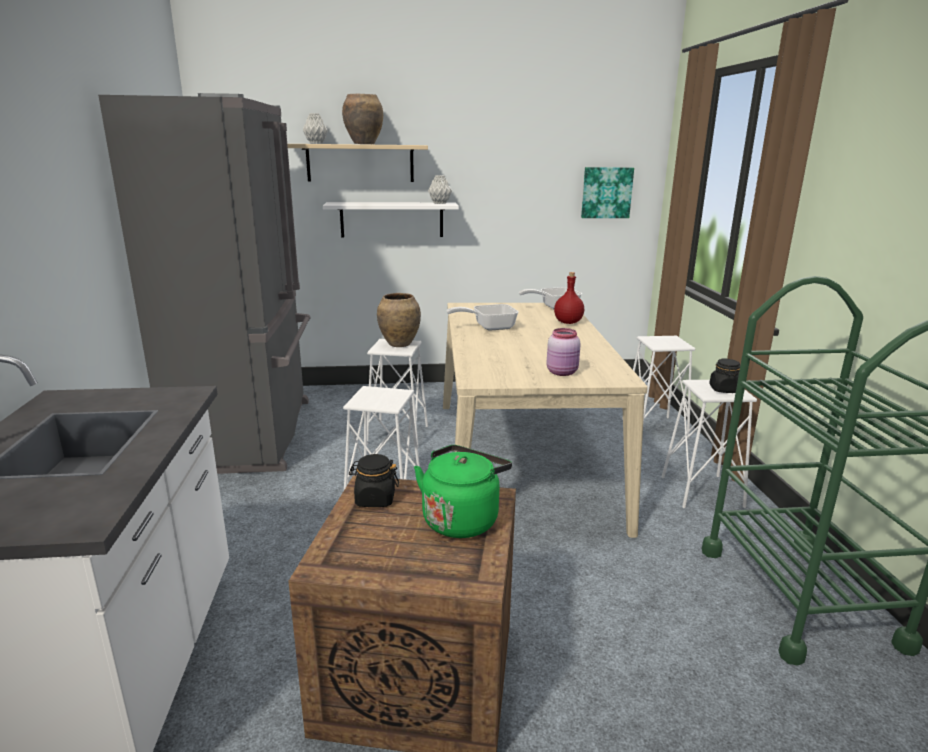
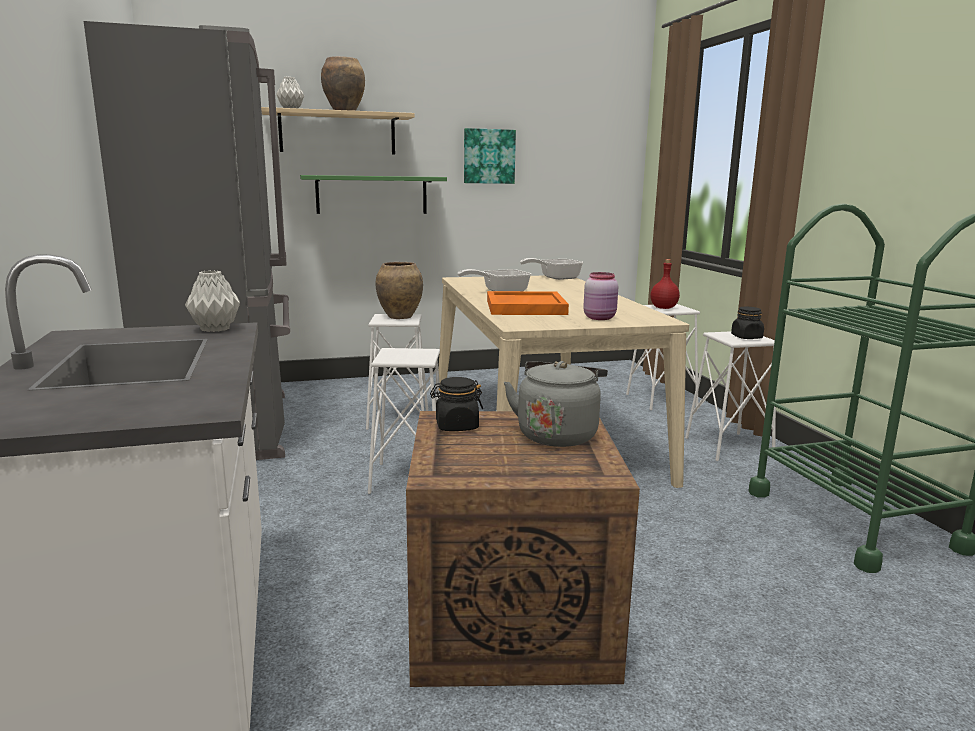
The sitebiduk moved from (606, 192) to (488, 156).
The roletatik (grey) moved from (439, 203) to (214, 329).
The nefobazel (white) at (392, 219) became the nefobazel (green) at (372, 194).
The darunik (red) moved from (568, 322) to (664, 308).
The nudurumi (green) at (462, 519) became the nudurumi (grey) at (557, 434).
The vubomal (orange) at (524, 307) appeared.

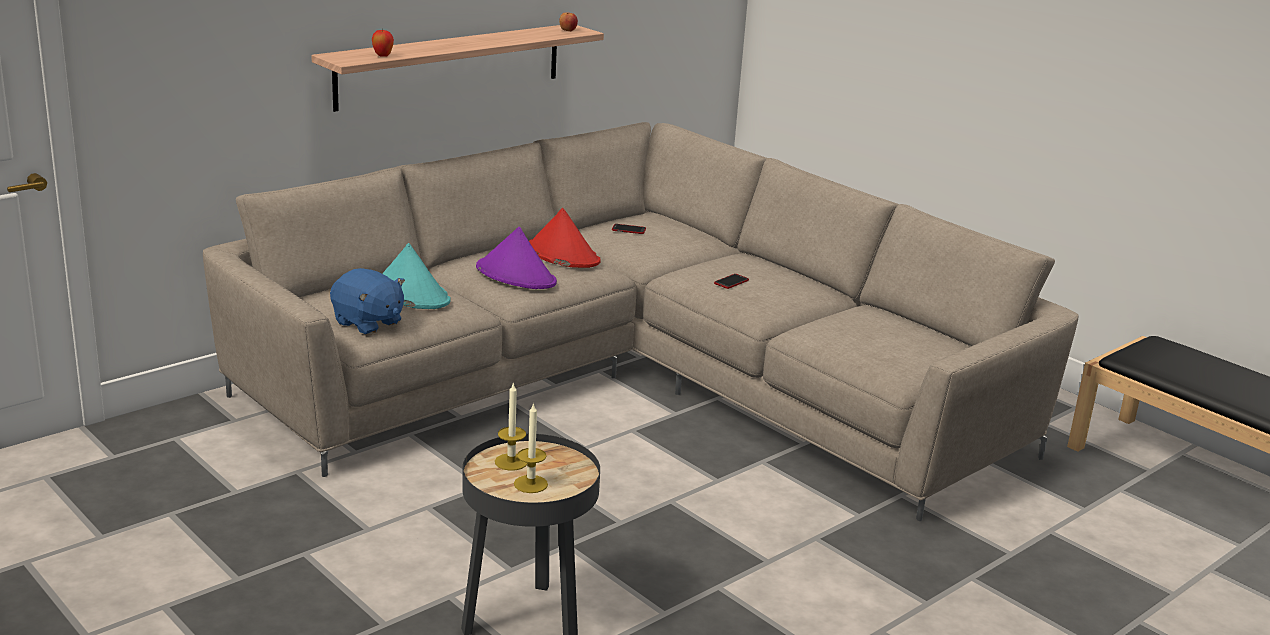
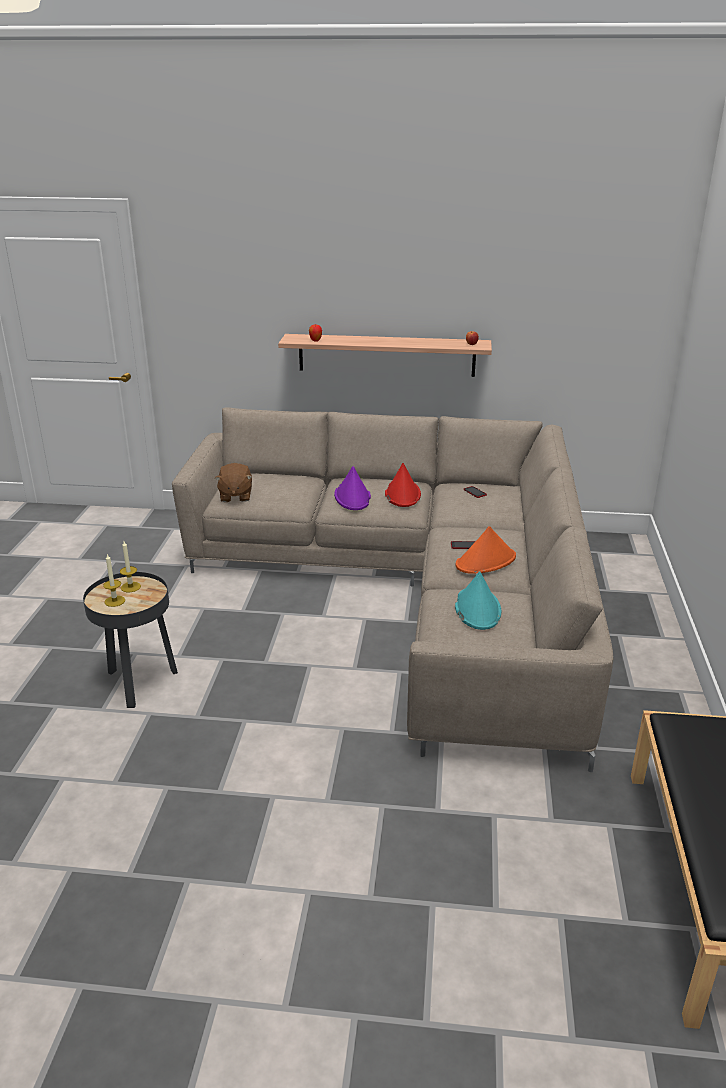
The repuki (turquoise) moved from (410, 294) to (477, 609).
The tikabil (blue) at (368, 323) became the tikabil (brown) at (235, 496).
The repuki (orange) at (486, 561) appeared.

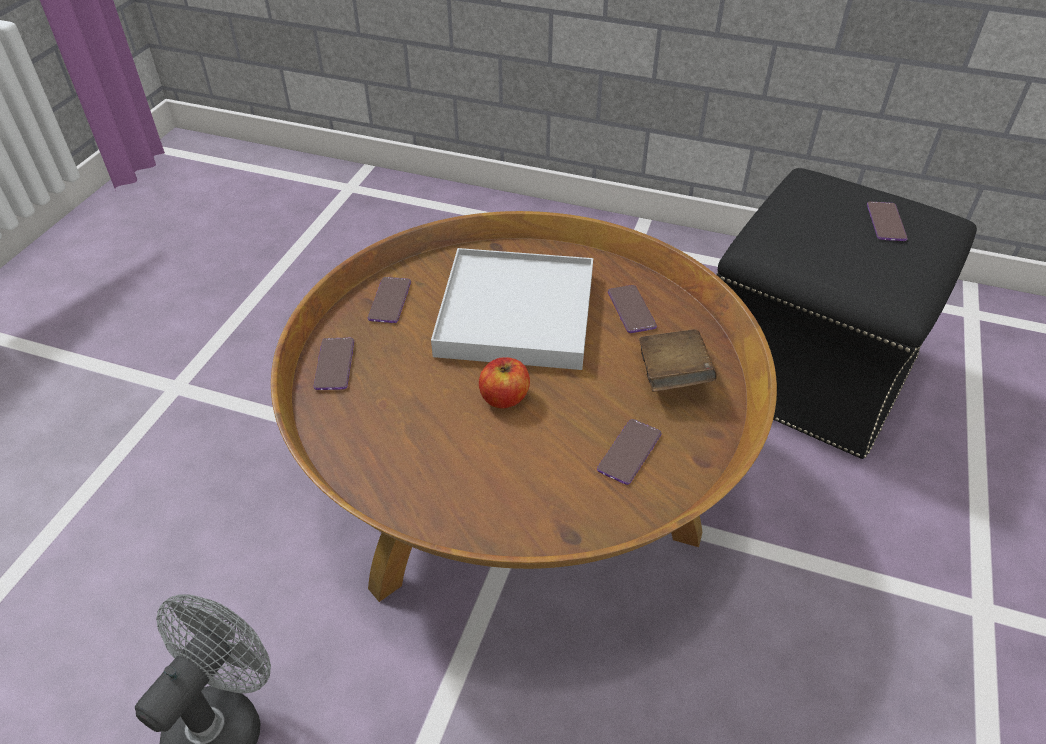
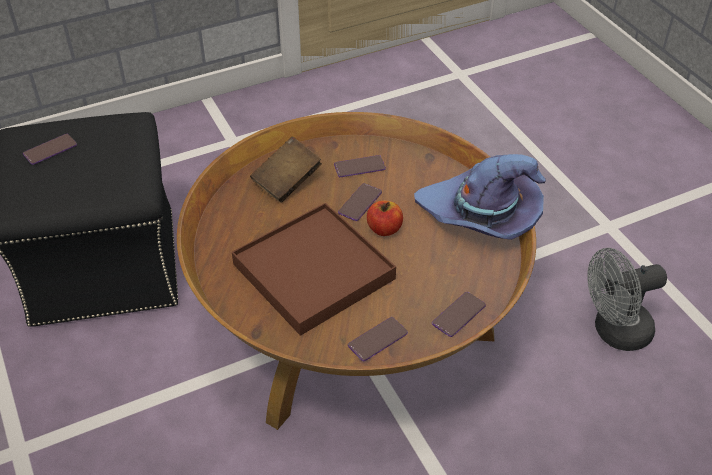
The vubomal (white) at (515, 313) became the vubomal (brown) at (313, 272).
The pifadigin moved from (631, 310) to (360, 203).
The repuki (purple) at (481, 215) appeared.

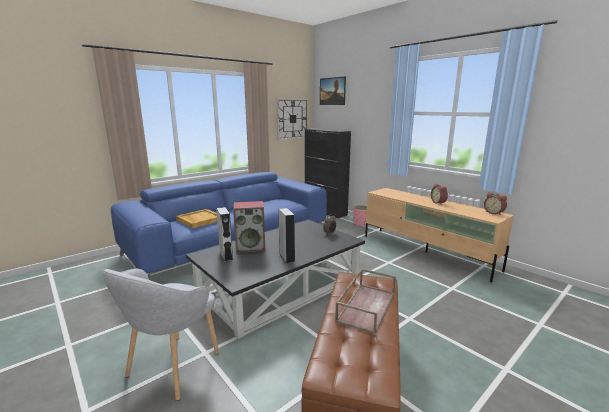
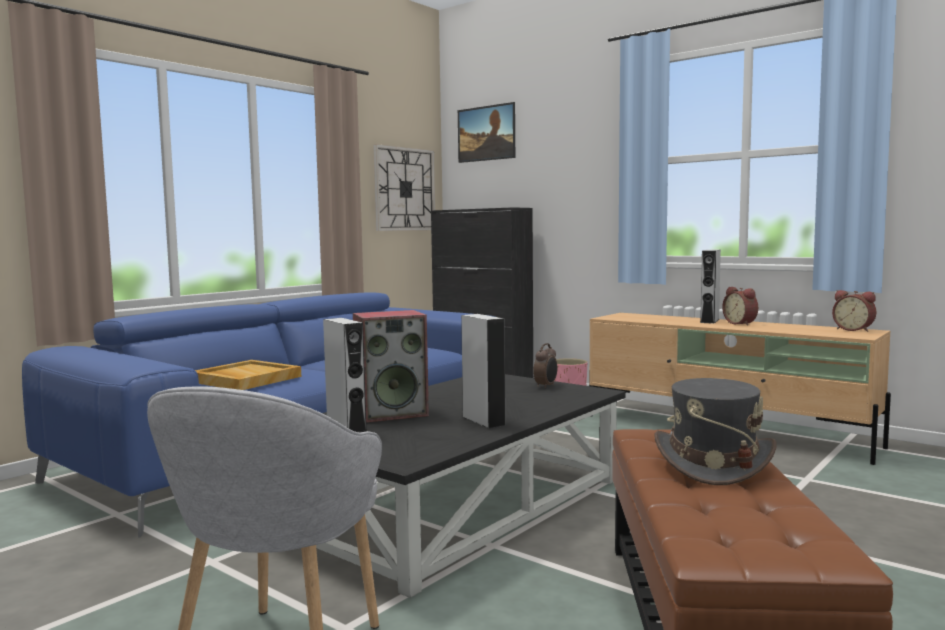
The vubomal (brown) at (366, 306) was replaced by the repuki (grey) at (712, 463).
The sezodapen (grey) at (709, 321) appeared.

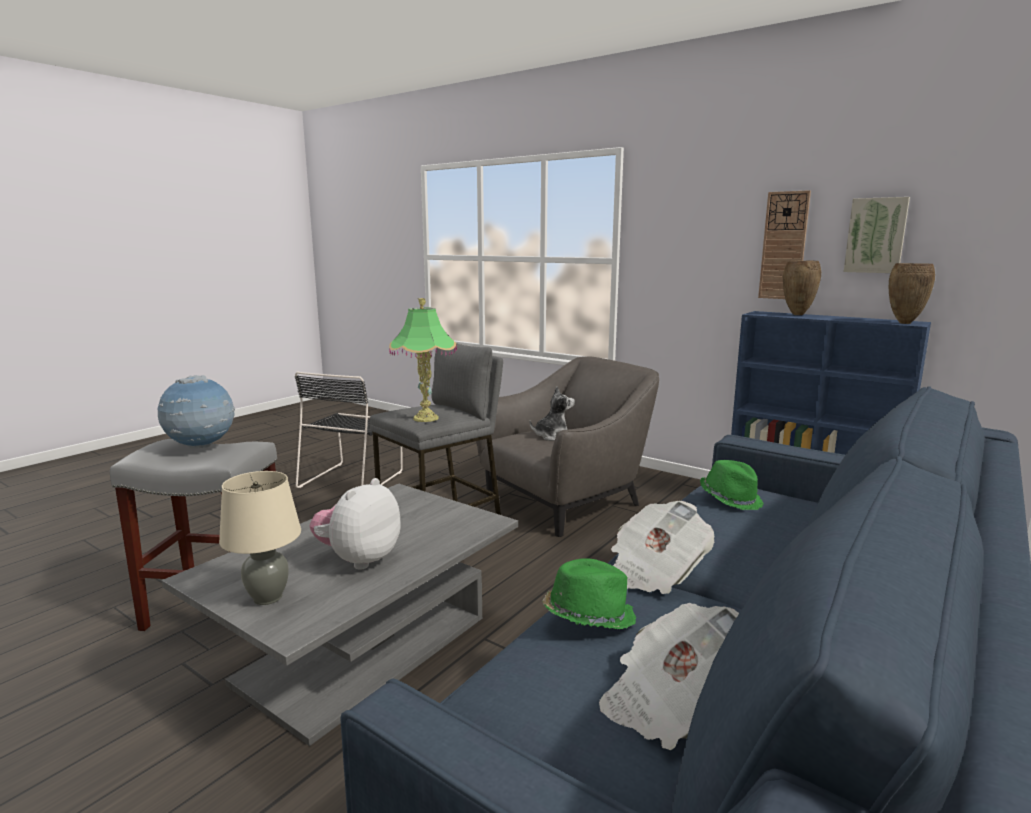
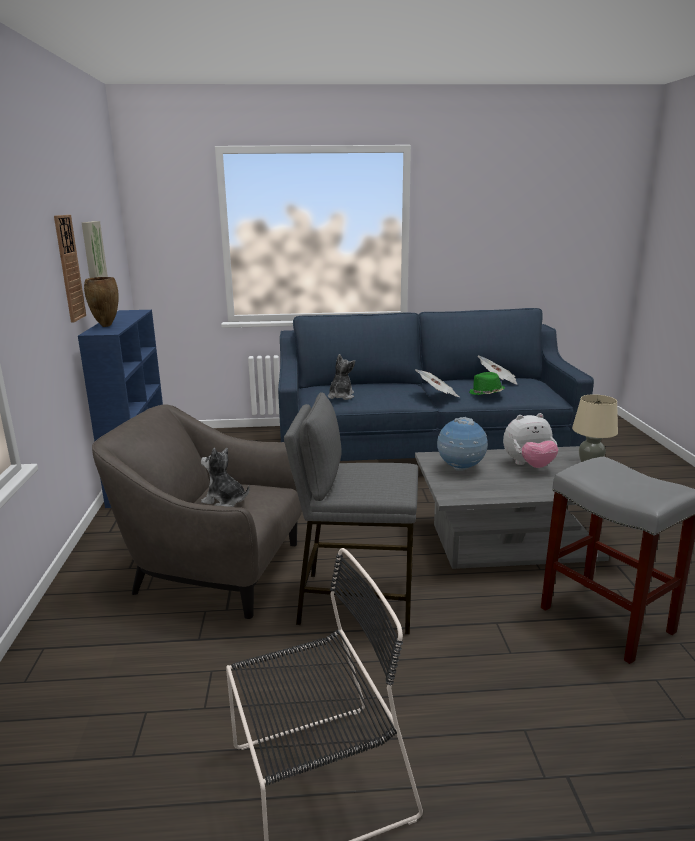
The roletatik (brown) at (904, 323) disappeared.
The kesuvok at (426, 418) disappeared.
The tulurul moved from (201, 448) to (460, 469).
The repuki (green) at (731, 499) was replaced by the tikabil at (341, 396).

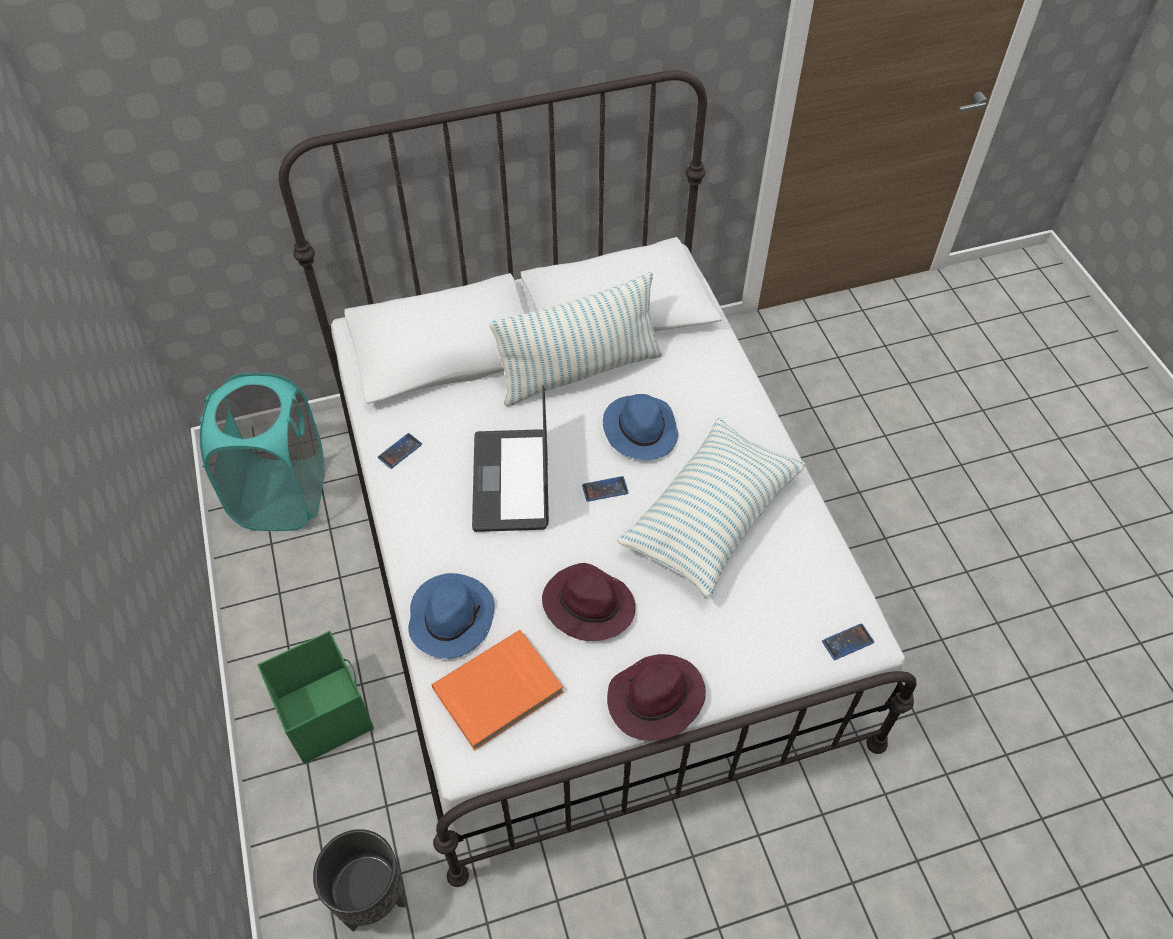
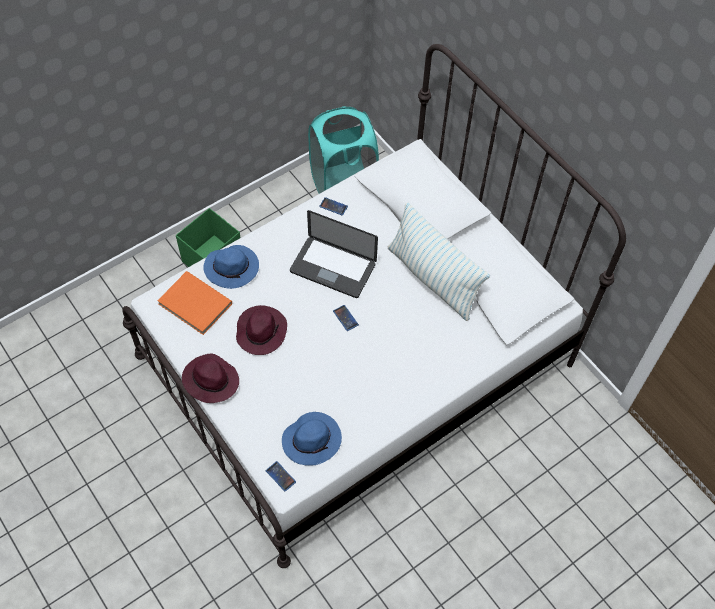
The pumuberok at (511, 481) turned 135 degrees counterclockwise.
The repuki (blue) moved from (640, 430) to (312, 440).
The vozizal at (711, 518) disappeared.
The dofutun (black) at (372, 901) disappeared.

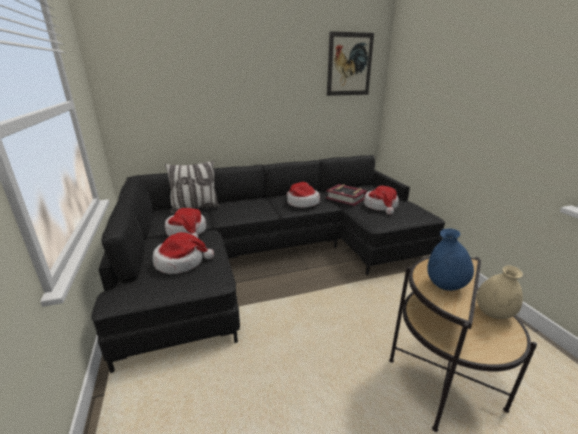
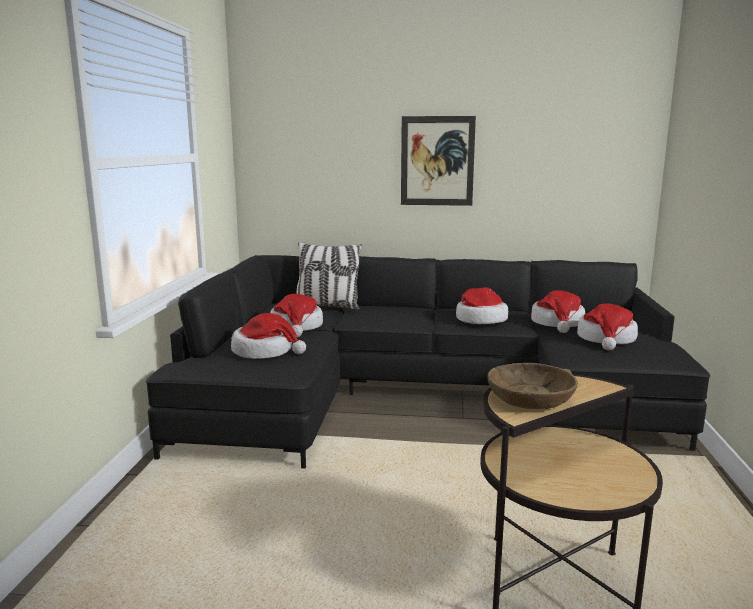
The sitebiduk moved from (349, 64) to (437, 161).
The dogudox at (346, 198) was replaced by the repuki at (557, 323).
The roletatik (blue) at (445, 286) was replaced by the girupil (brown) at (530, 398).
The roletatik (beige) at (493, 314) disappeared.

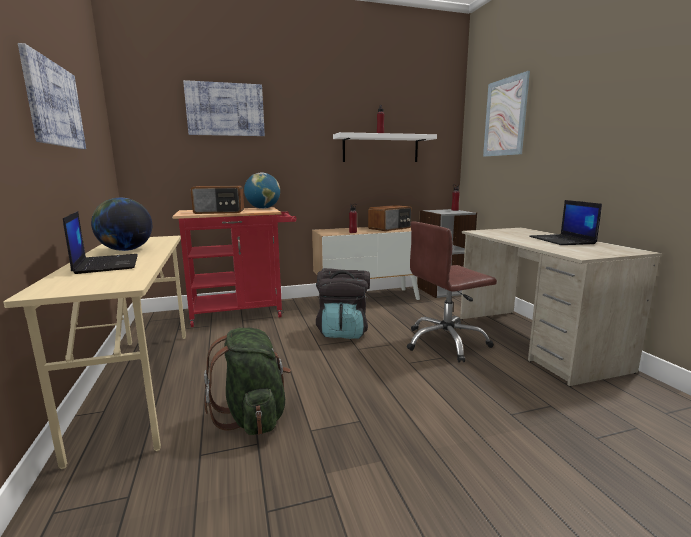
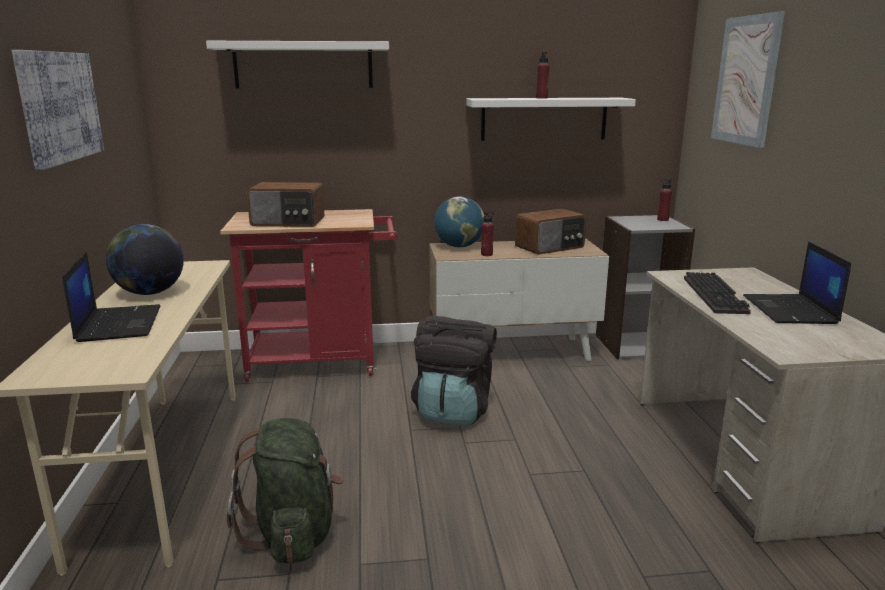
The sitebiduk at (225, 109) was replaced by the nefobazel (white) at (303, 65).
The tulurul moved from (263, 208) to (459, 246).
The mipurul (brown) at (446, 342) disappeared.
The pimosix at (717, 296) appeared.

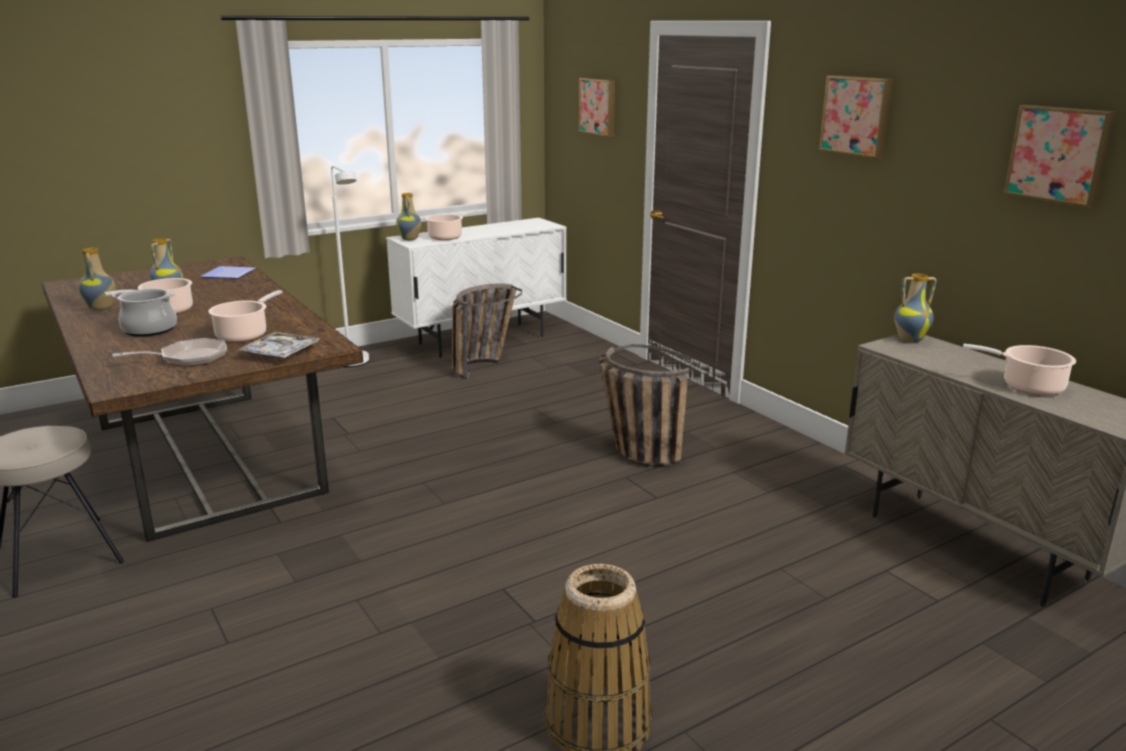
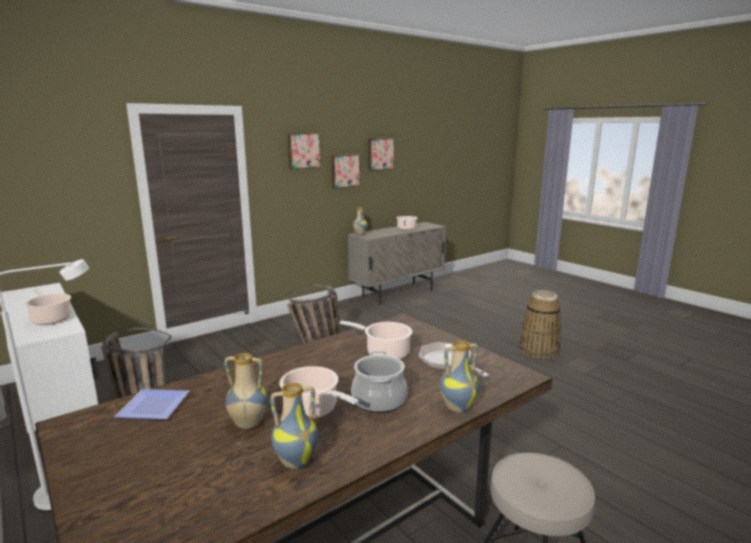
The sitebiduk moved from (599, 106) to (345, 171).
The roletatik moved from (410, 239) to (457, 407).
The vubomal at (280, 353) disappeared.

